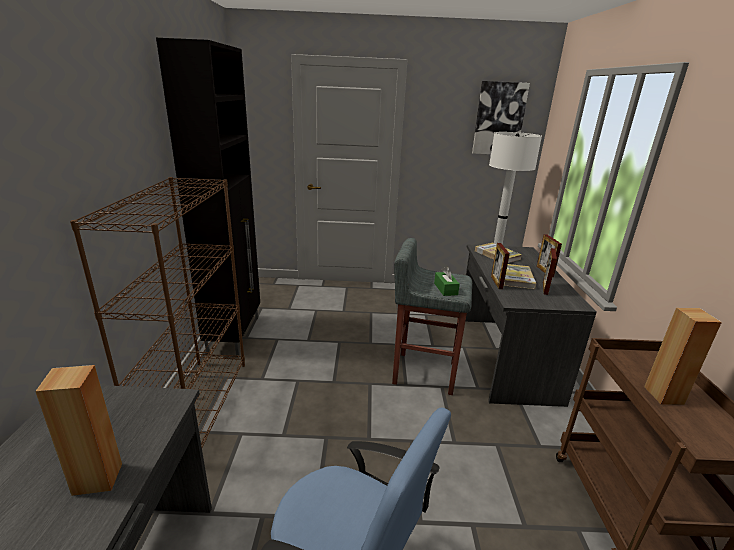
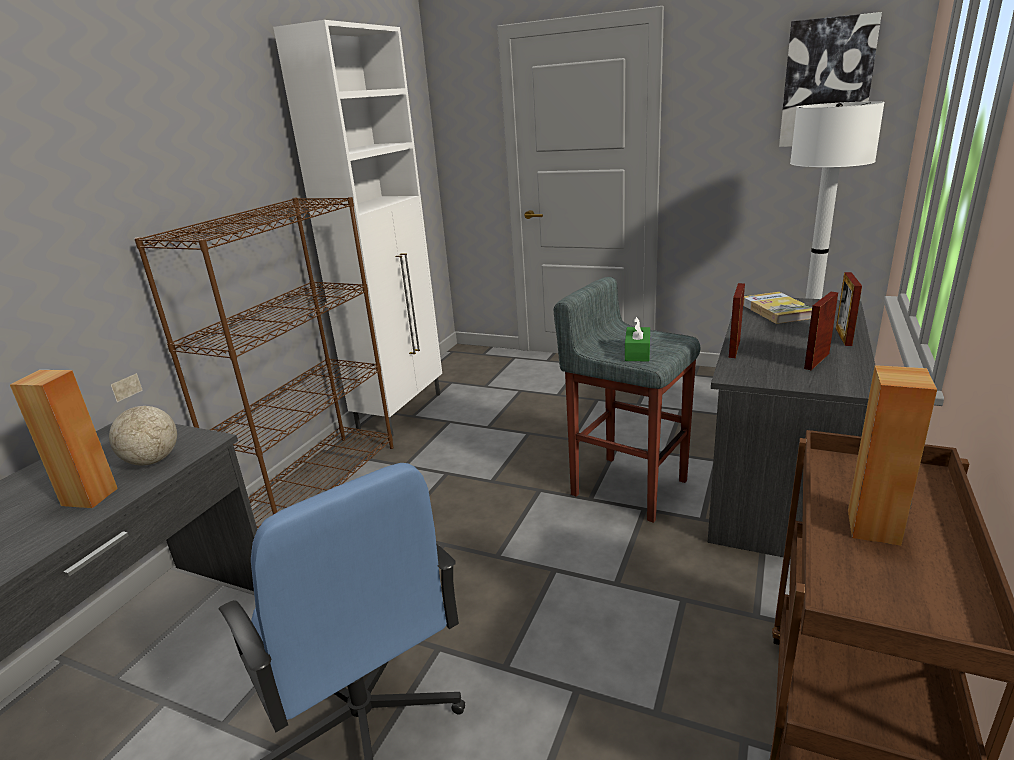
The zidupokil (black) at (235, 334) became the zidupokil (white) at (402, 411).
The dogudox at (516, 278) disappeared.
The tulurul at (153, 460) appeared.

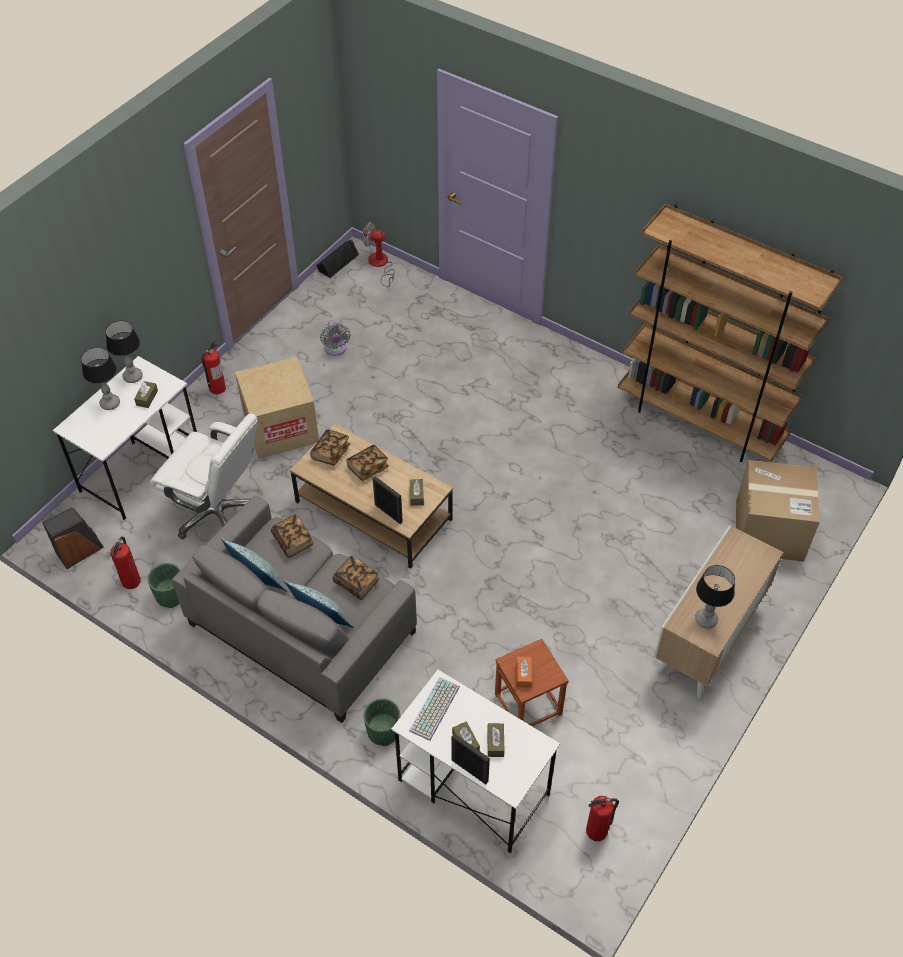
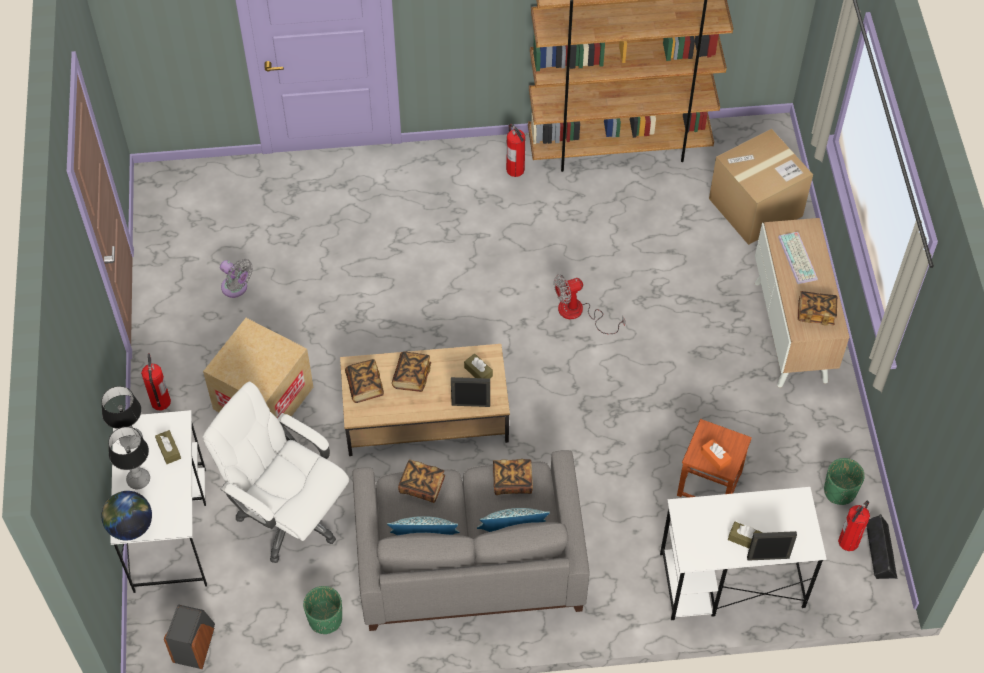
The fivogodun moved from (380, 265) to (579, 313).
The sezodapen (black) moved from (337, 262) to (879, 551).
The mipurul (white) at (218, 512) turned 135 degrees counterclockwise.
The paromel moved from (131, 580) to (515, 169).
The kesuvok at (706, 620) was replaced by the dogudox at (815, 313).
The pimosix moved from (435, 710) to (799, 258).
The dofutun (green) moved from (383, 731) to (839, 491).
The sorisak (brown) at (495, 743) disappeared.
The tulurul at (130, 526) appeared.

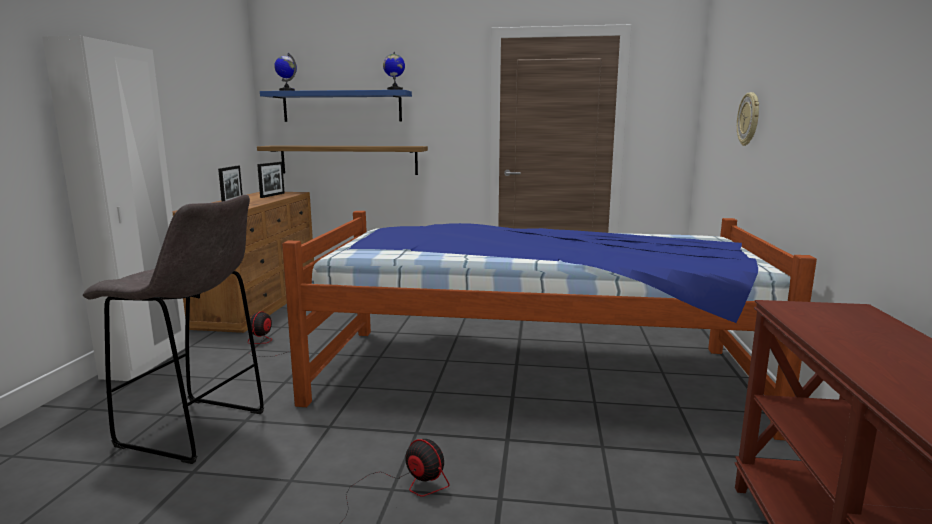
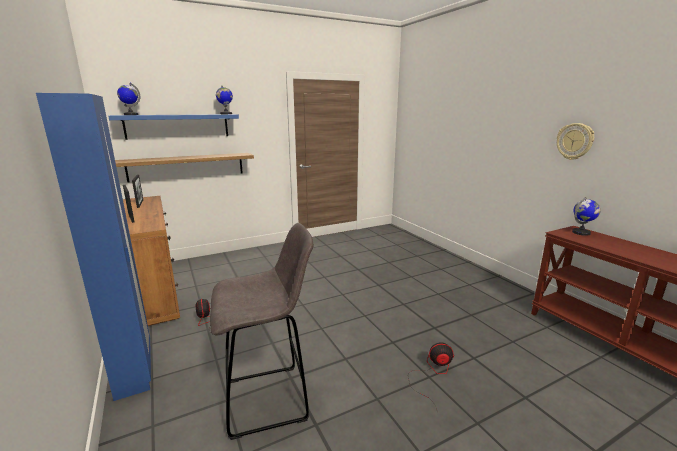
The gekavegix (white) at (147, 362) became the gekavegix (blue) at (134, 370).
The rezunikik moved from (749, 119) to (574, 141).
The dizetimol at (530, 374) disappeared.
The tulurul at (581, 233) appeared.

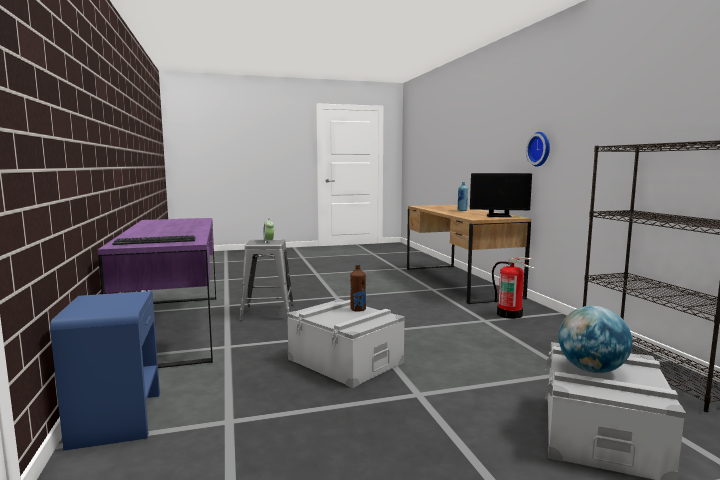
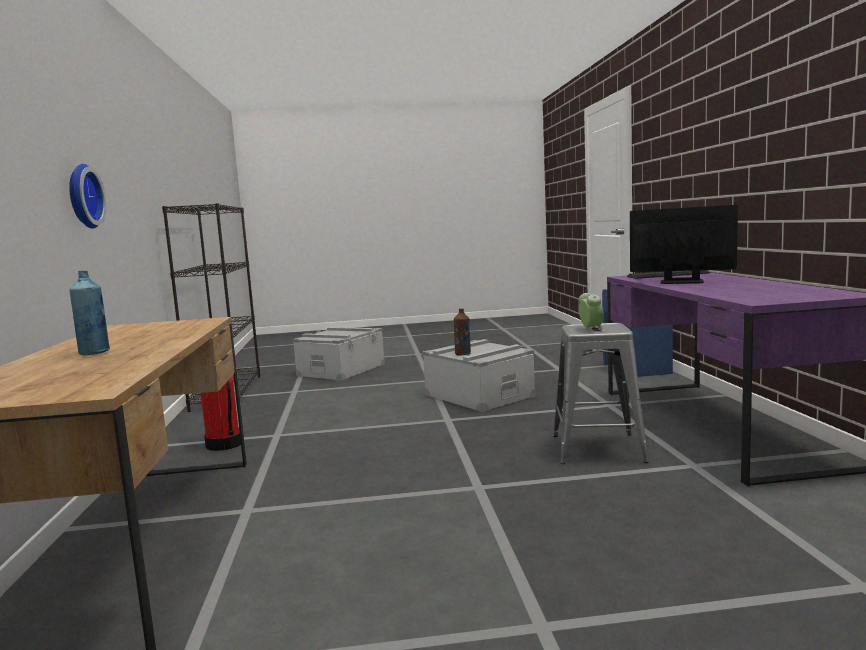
The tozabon moved from (499, 216) to (681, 282).
The tulurul at (591, 370) disappeared.

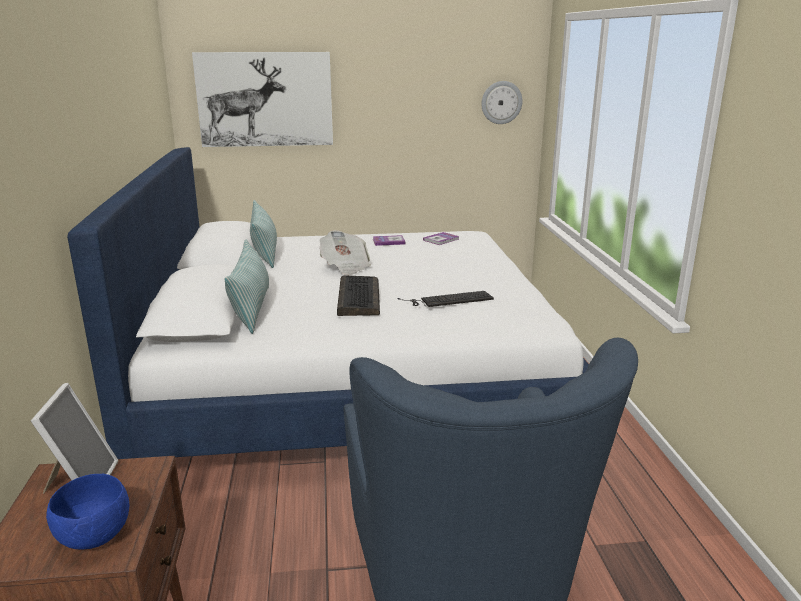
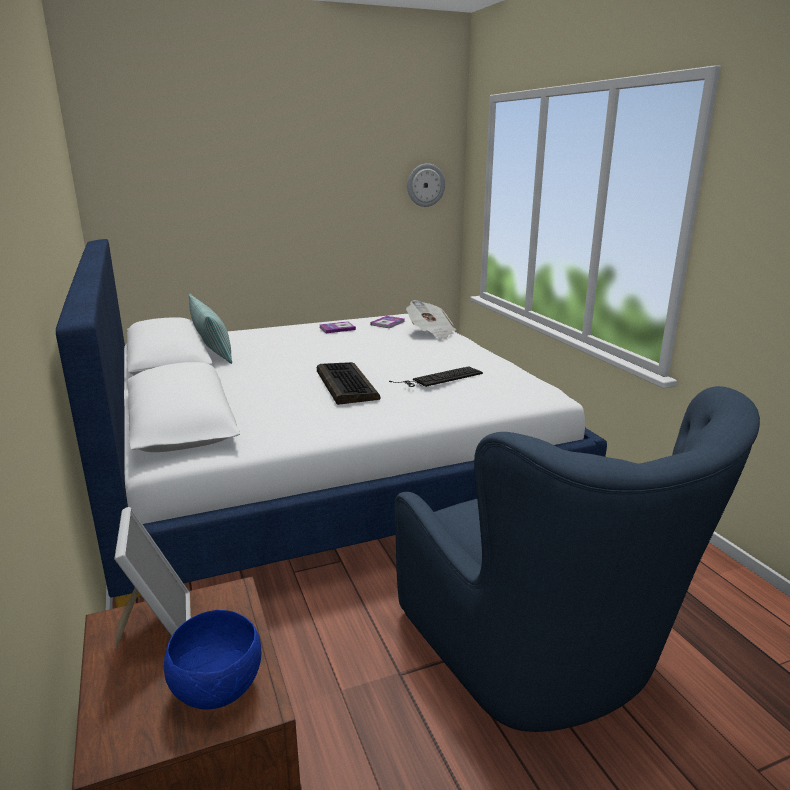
The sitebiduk at (265, 99) disappeared.
The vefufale moved from (345, 266) to (431, 333).
The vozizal at (251, 309) disappeared.

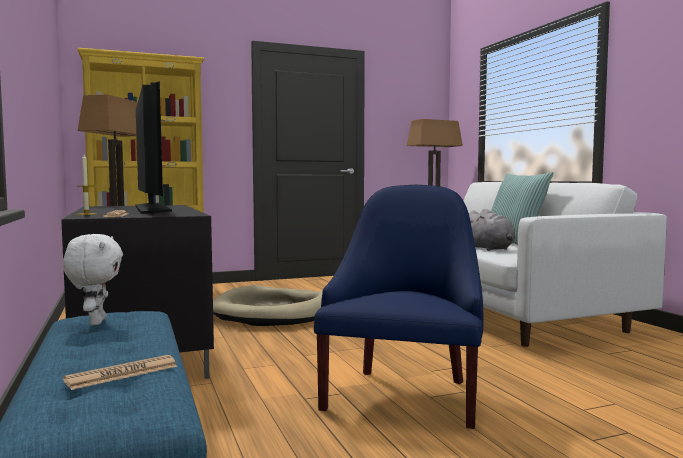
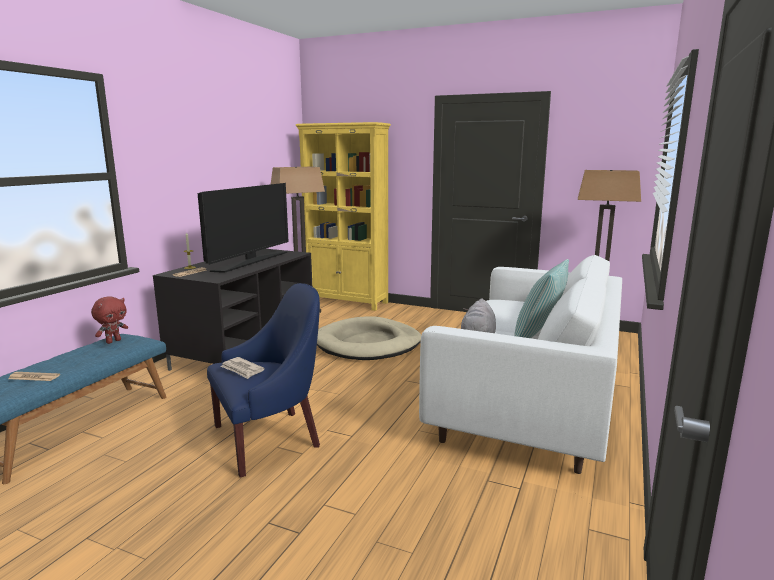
The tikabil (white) at (95, 322) became the tikabil (red) at (113, 341).
The vefufale at (242, 369) appeared.

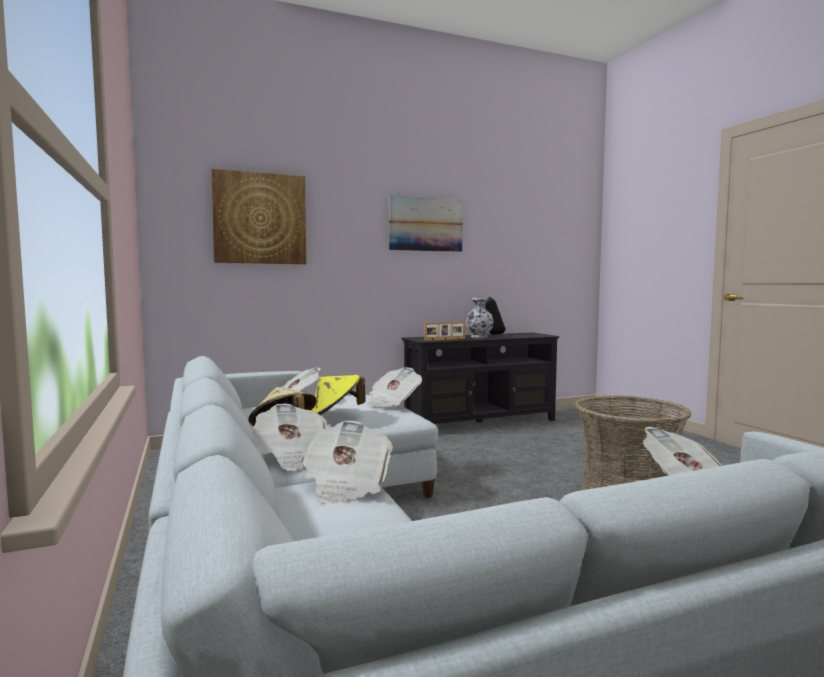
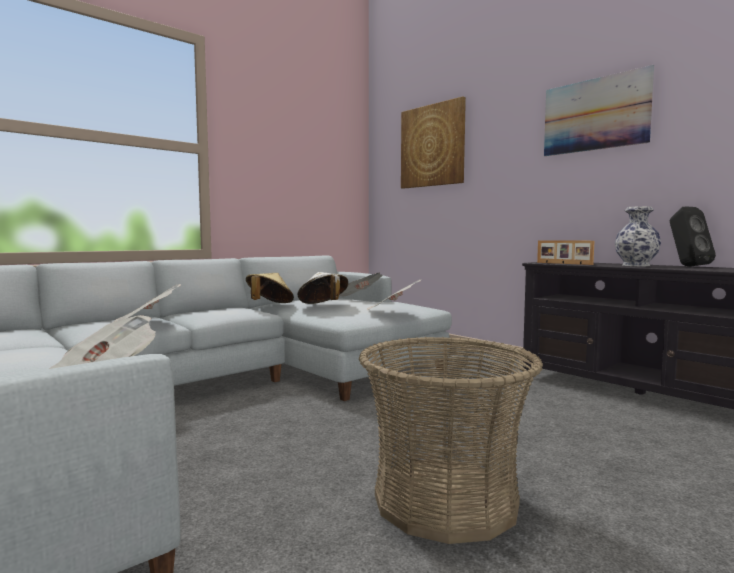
The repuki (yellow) at (335, 414) became the repuki (white) at (323, 305).
The vefufale at (292, 457) disappeared.

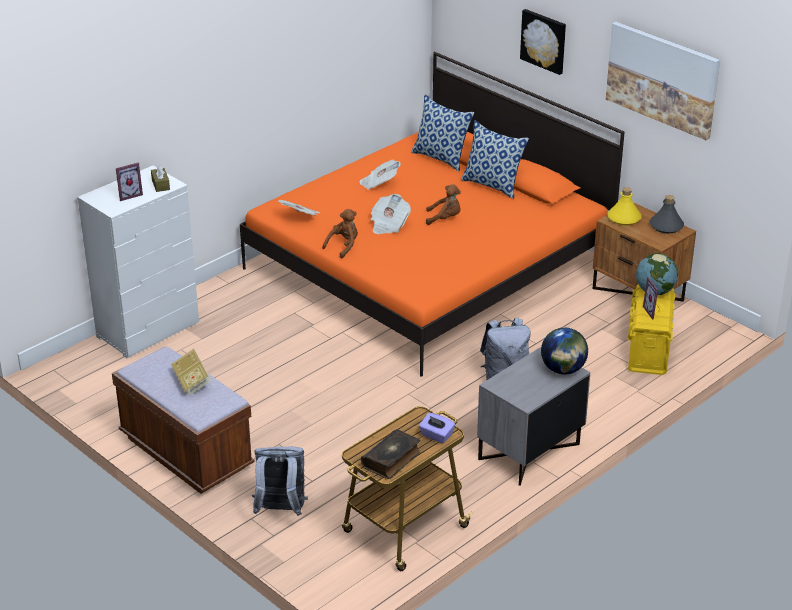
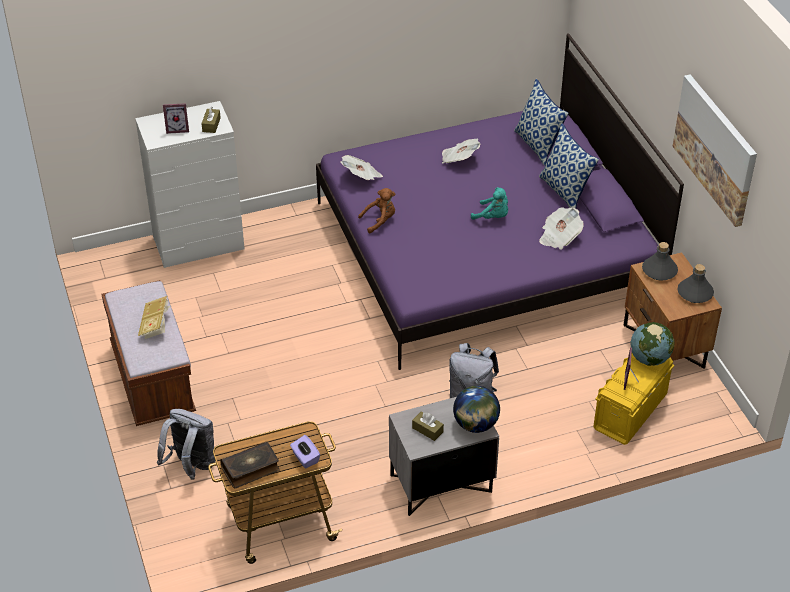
The sitebiduk at (544, 41) disappeared.
The dizetimol (orange) at (428, 266) became the dizetimol (purple) at (485, 251).
The tikabil (brown) at (445, 218) became the tikabil (turquoise) at (492, 217).
The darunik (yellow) at (624, 218) became the darunik (grey) at (659, 270).
The vefufale moved from (388, 225) to (559, 237).
The sorisak (brown) at (427, 430) appeared.

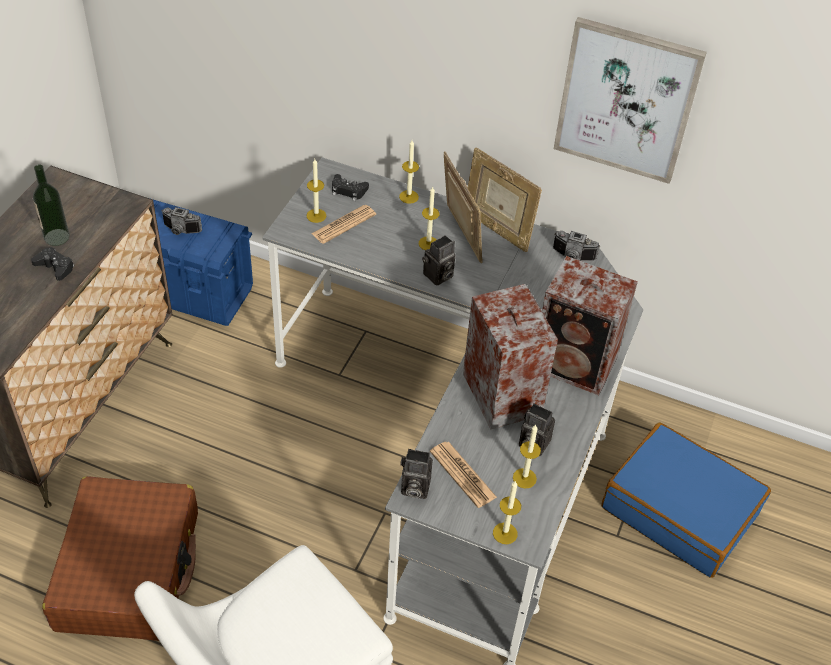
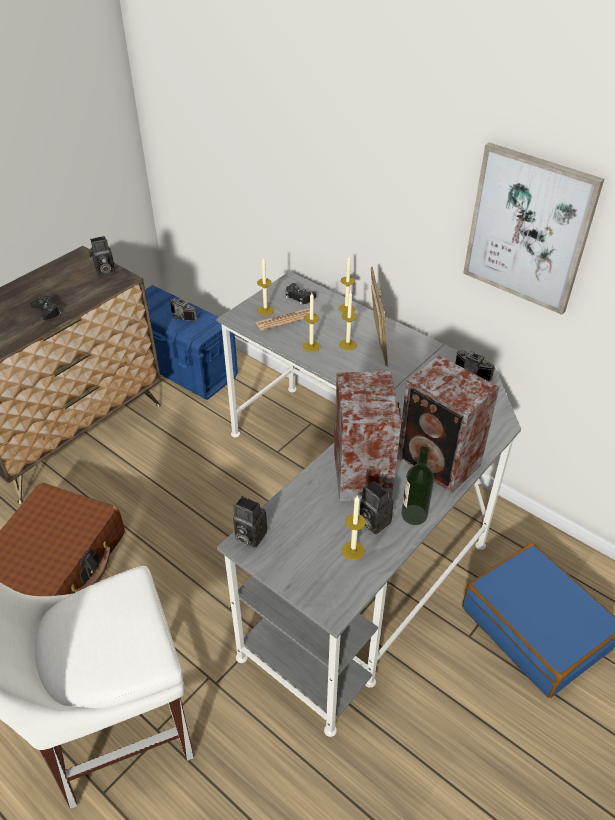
The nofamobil at (497, 229) disappeared.
The darunik moved from (56, 237) to (414, 514).
The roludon moved from (438, 277) to (104, 271).
The vefufale at (462, 474) disappeared.
The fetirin moved from (505, 533) to (311, 346).

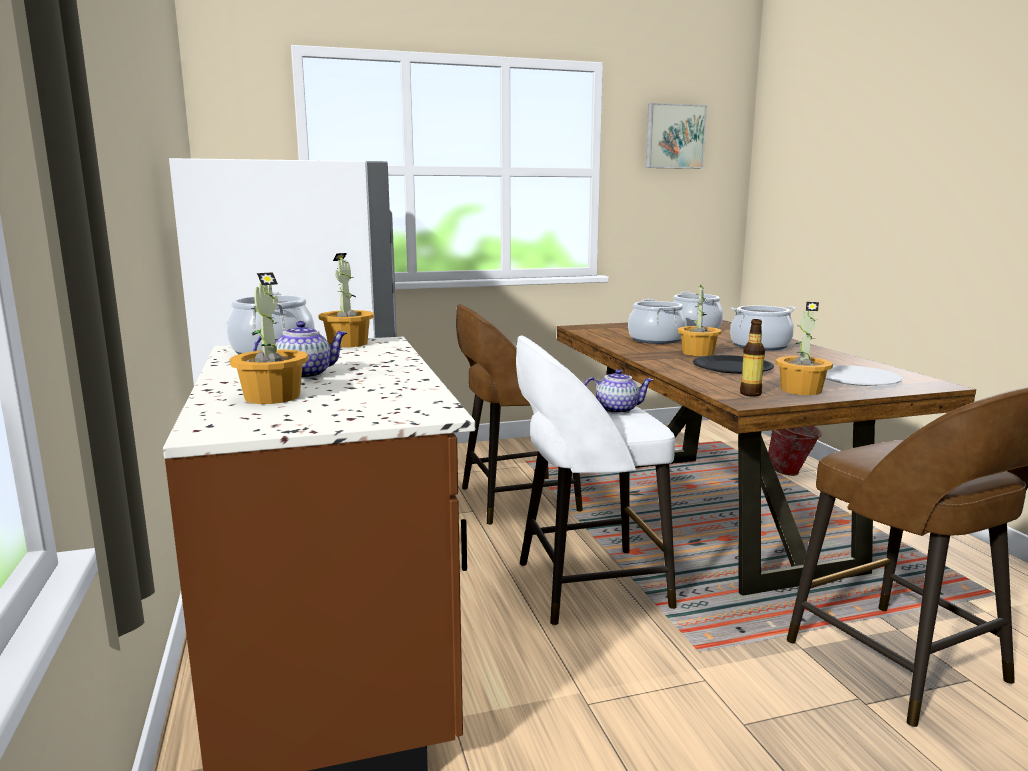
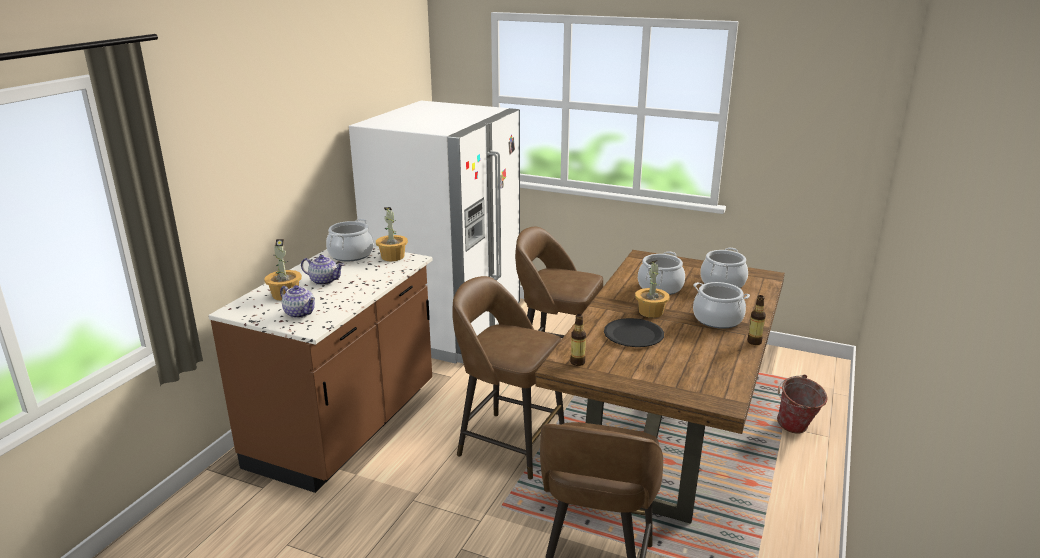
The sitebiduk at (674, 136) disappeared.
The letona at (801, 390) disappeared.
The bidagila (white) at (587, 585) became the bidagila (brown) at (508, 443).
The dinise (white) at (855, 378) disappeared.
The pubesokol moved from (617, 409) to (300, 313).
The darunik at (754, 342) appeared.

